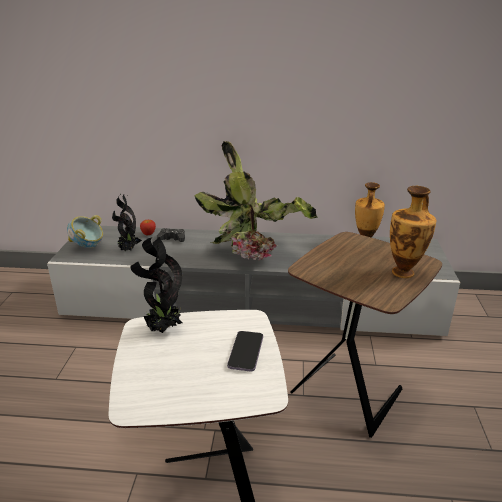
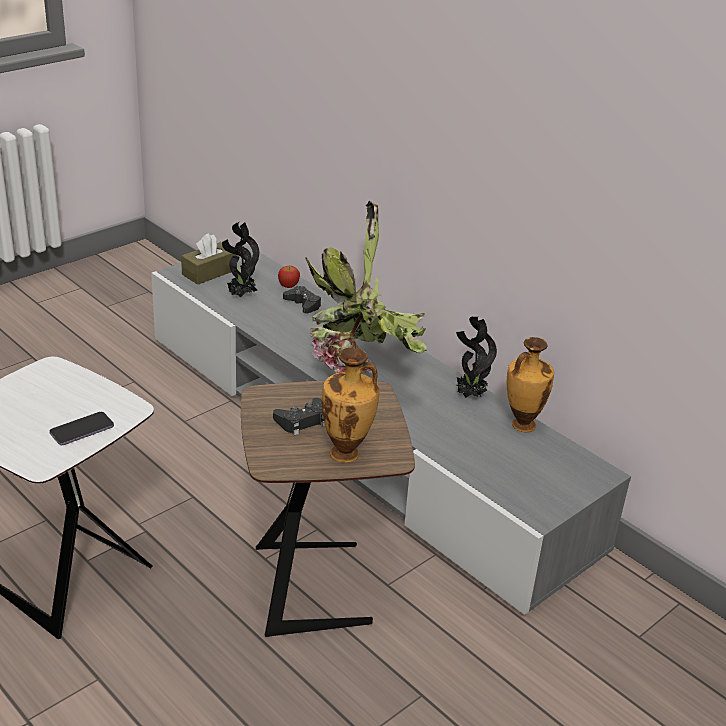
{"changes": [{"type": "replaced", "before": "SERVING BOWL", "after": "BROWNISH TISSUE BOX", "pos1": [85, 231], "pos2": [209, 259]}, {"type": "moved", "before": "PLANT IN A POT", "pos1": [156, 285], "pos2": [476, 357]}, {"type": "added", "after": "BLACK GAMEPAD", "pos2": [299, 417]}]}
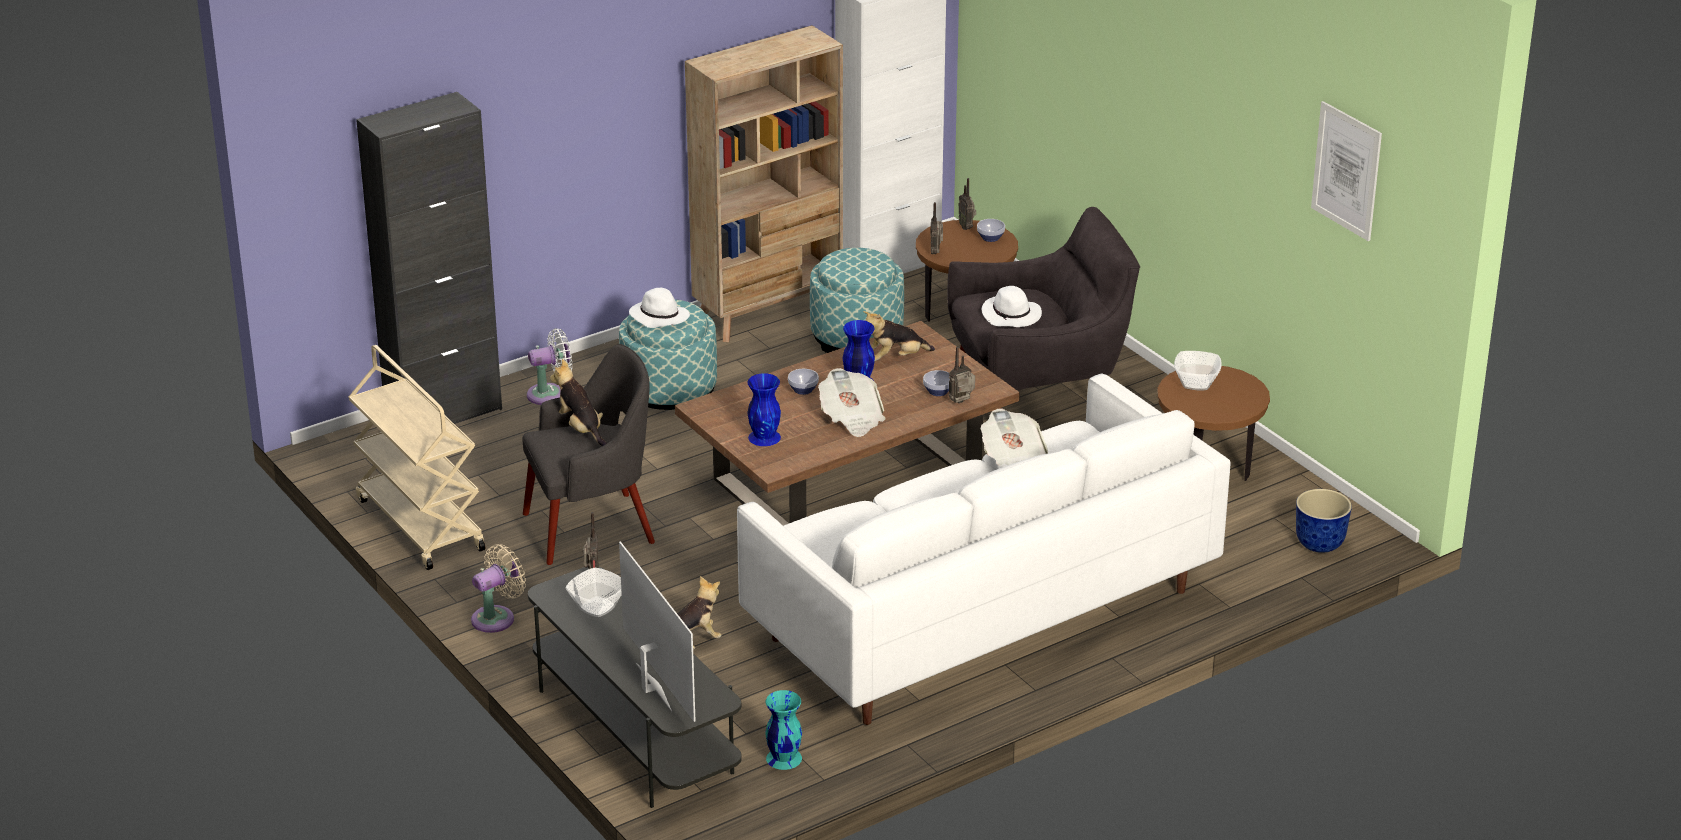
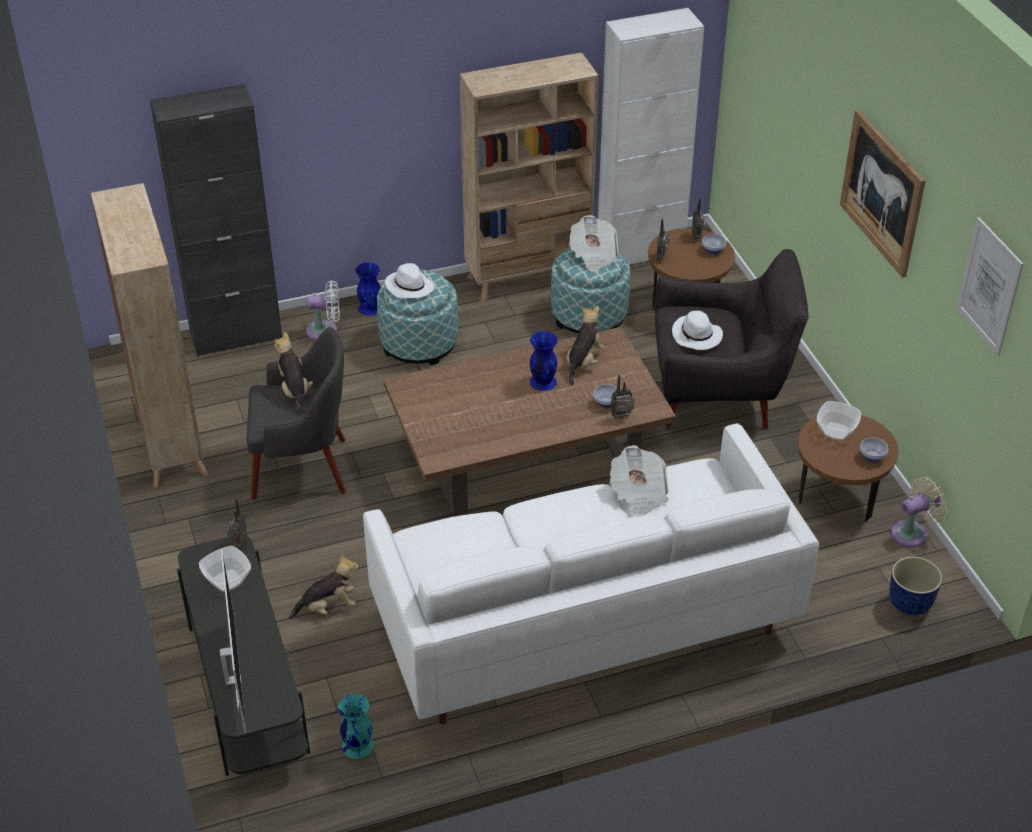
{"changes": [{"type": "turned", "before": "PLUSH TOY", "pos1": [899, 336], "pos2": [585, 346], "turn": 120}, {"type": "replaced", "before": "SAND-COLOURED CART", "after": "SAND-COLOURED SHELVING UNIT", "pos1": [417, 457], "pos2": [149, 335]}, {"type": "moved", "before": "DAILY PAPER", "pos1": [851, 402], "pos2": [593, 243]}, {"type": "moved", "before": "SERVING BOWL", "pos1": [803, 382], "pos2": [874, 450]}, {"type": "moved", "before": "BLUE-COLOURED DECORATIVE VASE", "pos1": [764, 409], "pos2": [368, 289]}, {"type": "moved", "before": "SAND-COLOURED ELECTRIC FAN", "pos1": [498, 588], "pos2": [919, 512]}, {"type": "added", "after": "WALL PICTURE", "pos2": [882, 194]}]}
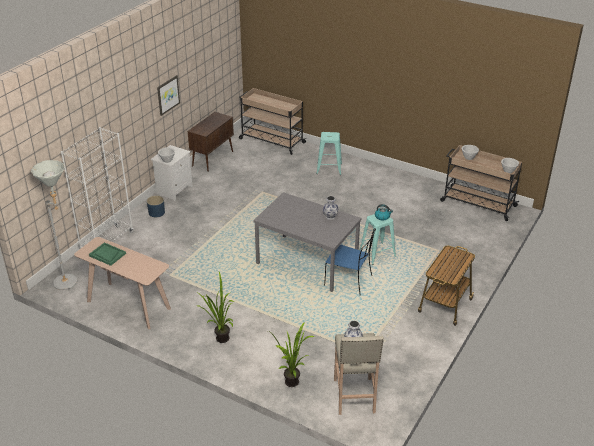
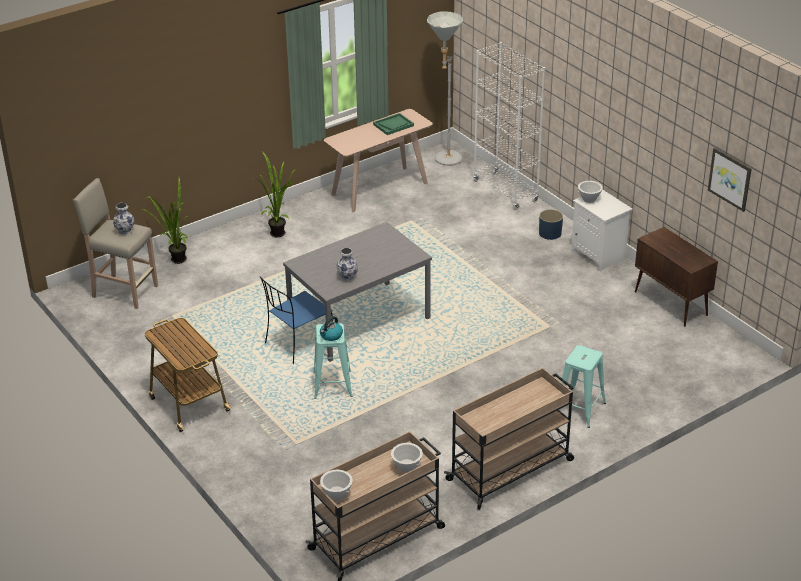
{"changes": [{"type": "moved", "before": "WALL PICTURE", "pos1": [168, 95], "pos2": [730, 180]}, {"type": "moved", "before": "SAND-COLOURED CART", "pos1": [273, 121], "pos2": [509, 439]}]}
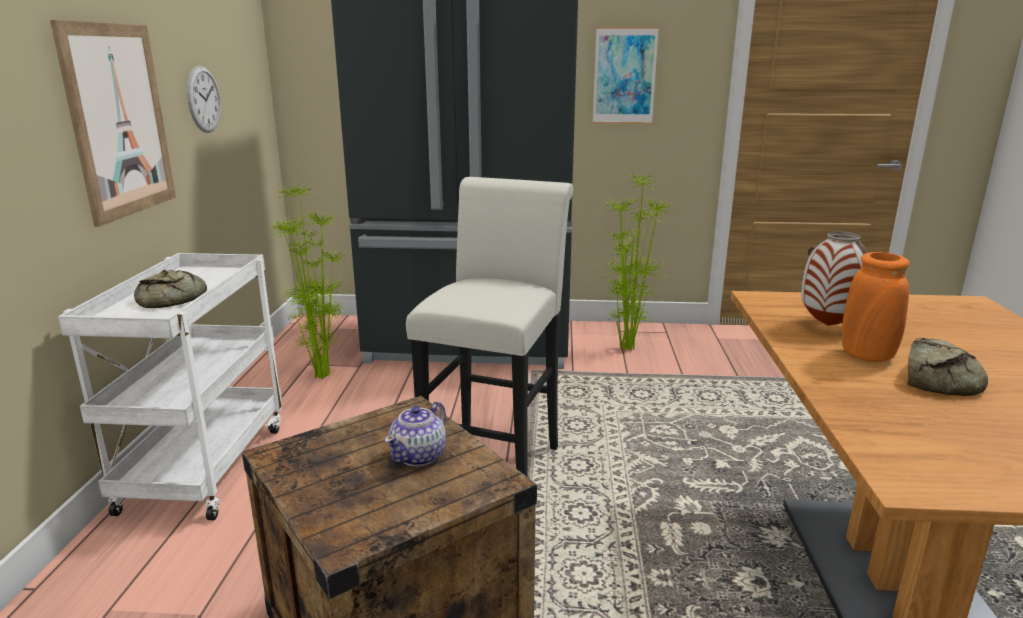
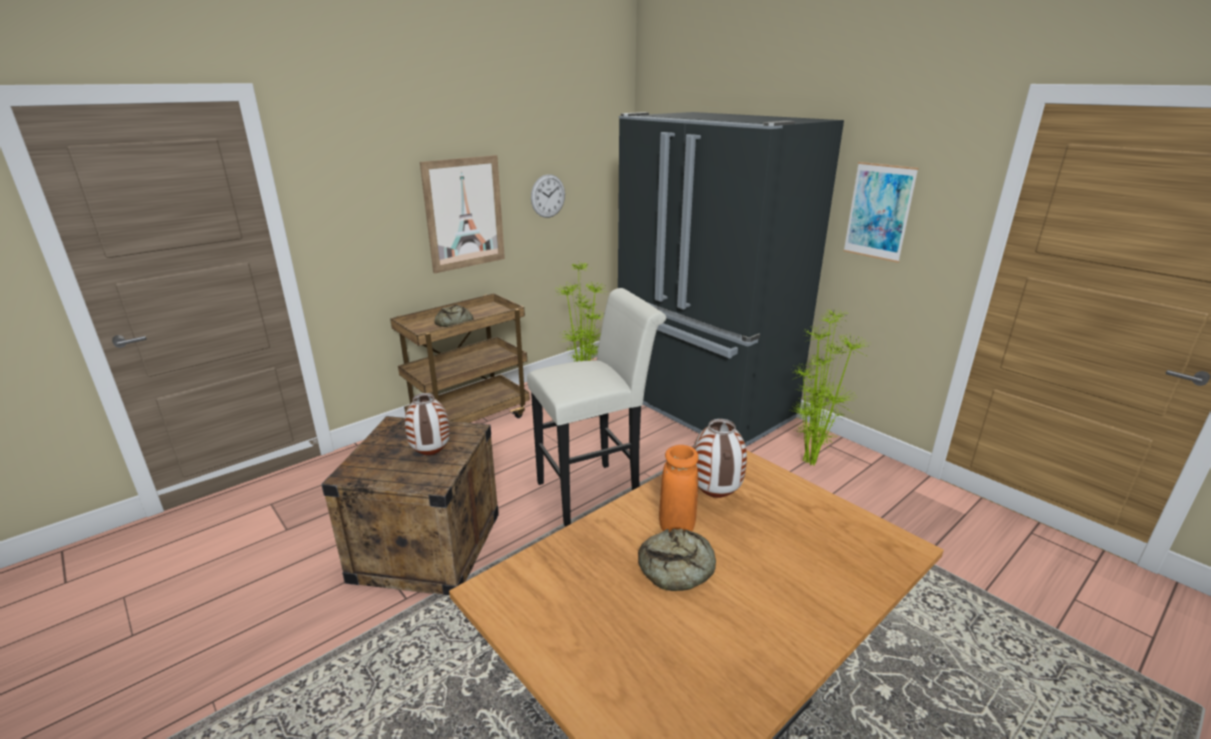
{"changes": [{"type": "recoloured", "before": "WHITE-COLOURED CART", "after": "BROWNISH CART", "pos1": [170, 386], "pos2": [460, 358]}, {"type": "replaced", "before": "POT FOR TEA", "after": "DECORATIVE VASE", "pos1": [415, 433], "pos2": [427, 424]}]}
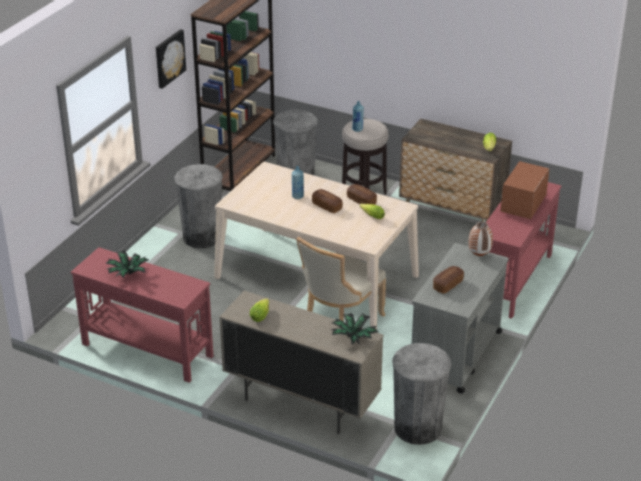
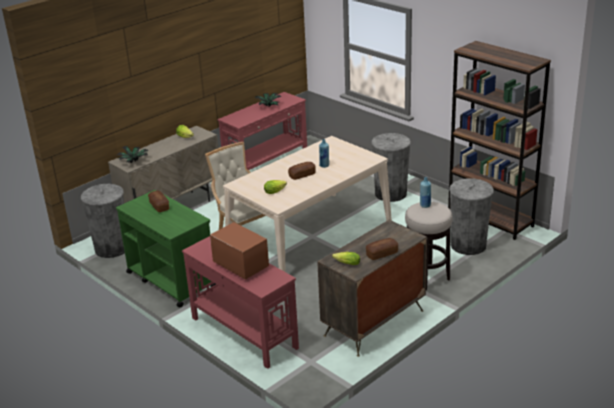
{"changes": [{"type": "removed", "before": "WALL PICTURE", "pos1": [171, 59]}, {"type": "moved", "before": "BAKERY BREAD", "pos1": [362, 194], "pos2": [382, 249]}, {"type": "removed", "before": "DECORATIVE VASE", "pos1": [480, 239]}, {"type": "recoloured", "before": "GREY CART", "after": "GREEN CART", "pos1": [460, 318], "pos2": [166, 248]}]}
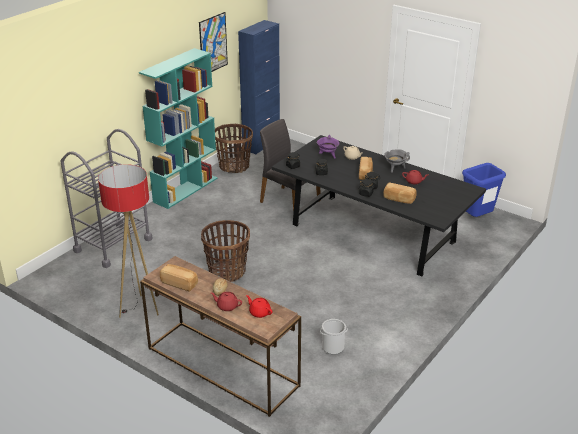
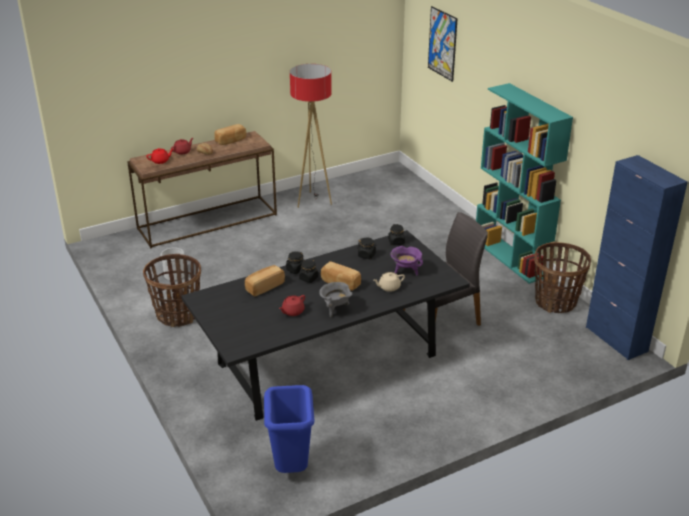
{"changes": [{"type": "moved", "before": "WALL PICTURE", "pos1": [213, 42], "pos2": [443, 44]}, {"type": "removed", "before": "GREY CART", "pos1": [107, 198]}, {"type": "moved", "before": "BASKET", "pos1": [225, 251], "pos2": [172, 290]}]}
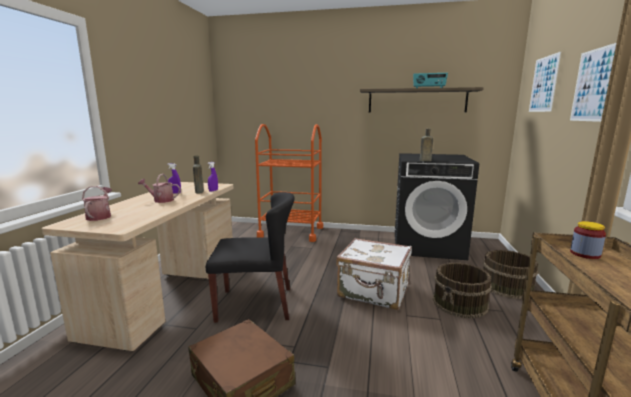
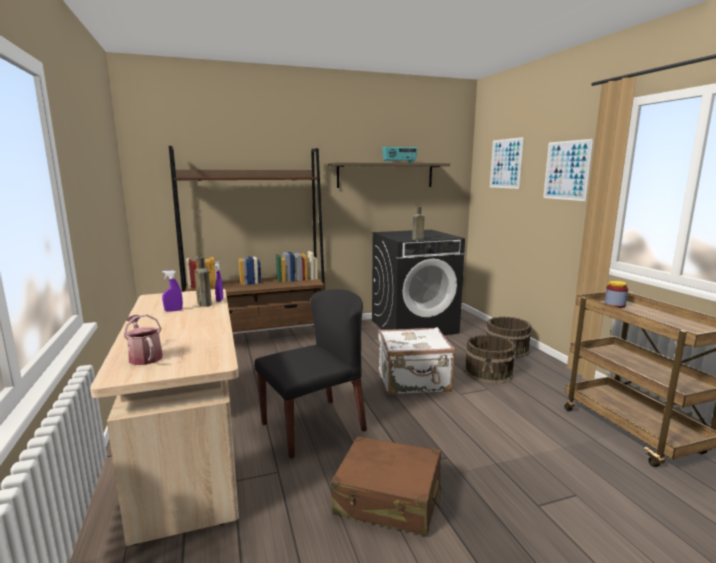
{"changes": [{"type": "replaced", "before": "ORANGE CART", "after": "BROWNISH SHELVING UNIT", "pos1": [289, 183], "pos2": [247, 239]}, {"type": "removed", "before": "SPRINKLING CAN", "pos1": [159, 188]}]}
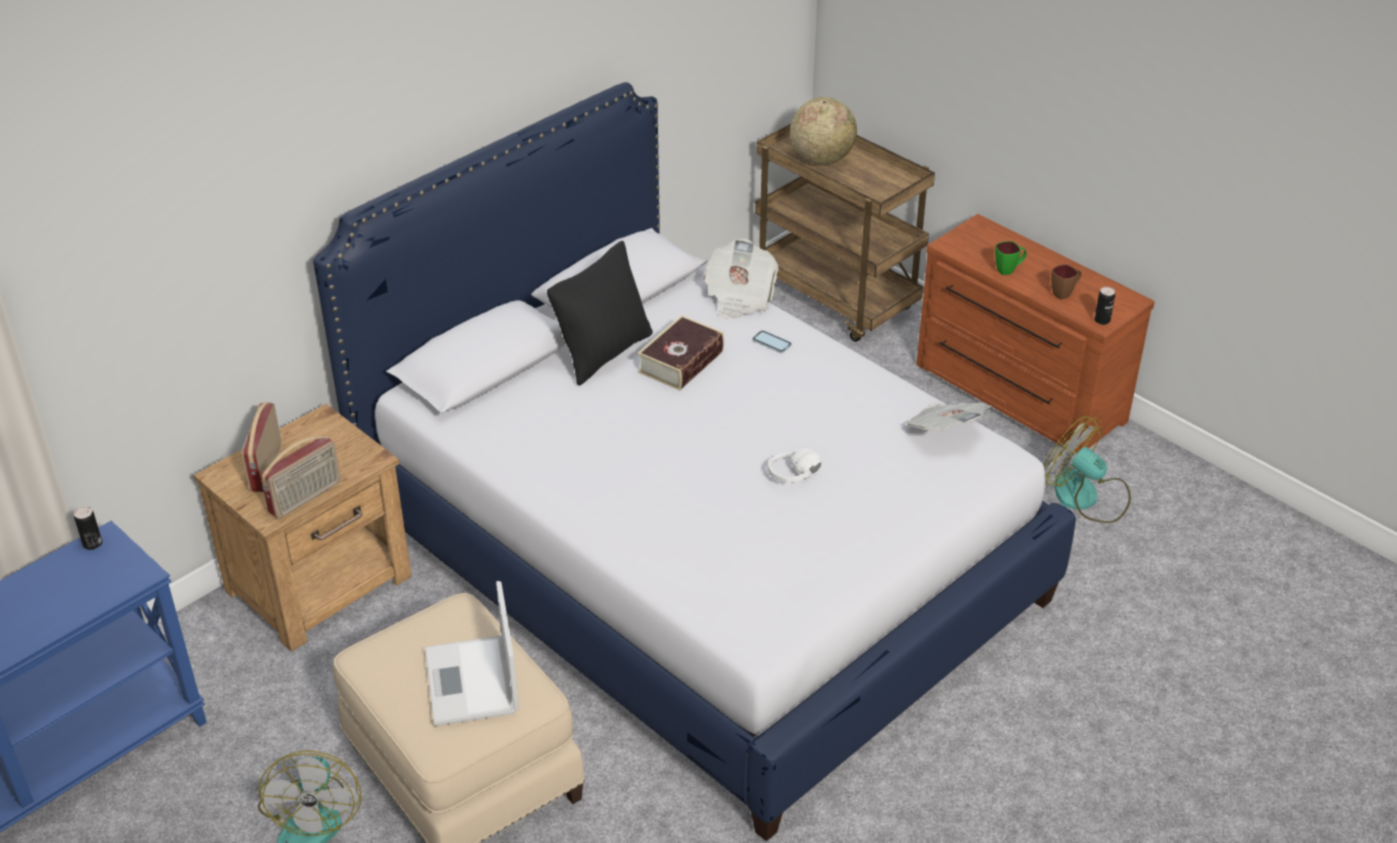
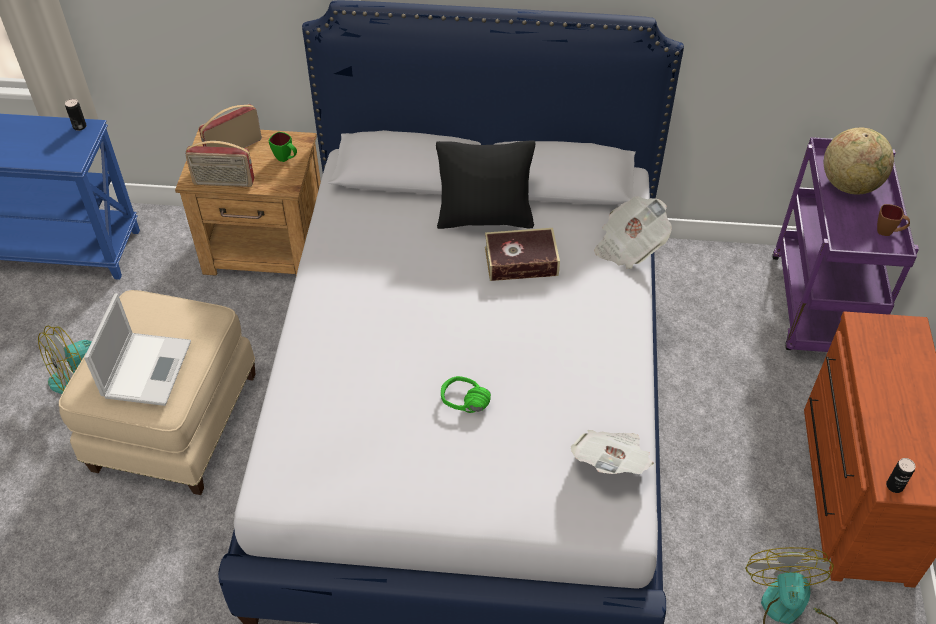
{"changes": [{"type": "recoloured", "before": "BROWNISH CART", "after": "PURPLE-COLOURED CART", "pos1": [845, 232], "pos2": [846, 244]}, {"type": "moved", "before": "GREEN TEA MUG", "pos1": [1011, 258], "pos2": [283, 147]}, {"type": "moved", "before": "BROWNISH TEA MUG", "pos1": [1066, 281], "pos2": [893, 220]}, {"type": "removed", "before": "TELEPHONE", "pos1": [772, 342]}, {"type": "recoloured", "before": "WHITE-COLOURED HEADSET", "after": "GREEN HEADSET", "pos1": [794, 465], "pos2": [466, 394]}, {"type": "turned", "before": "NOTEBOOK COMPUTER", "pos1": [472, 653], "pos2": [137, 349], "turn": 150}]}
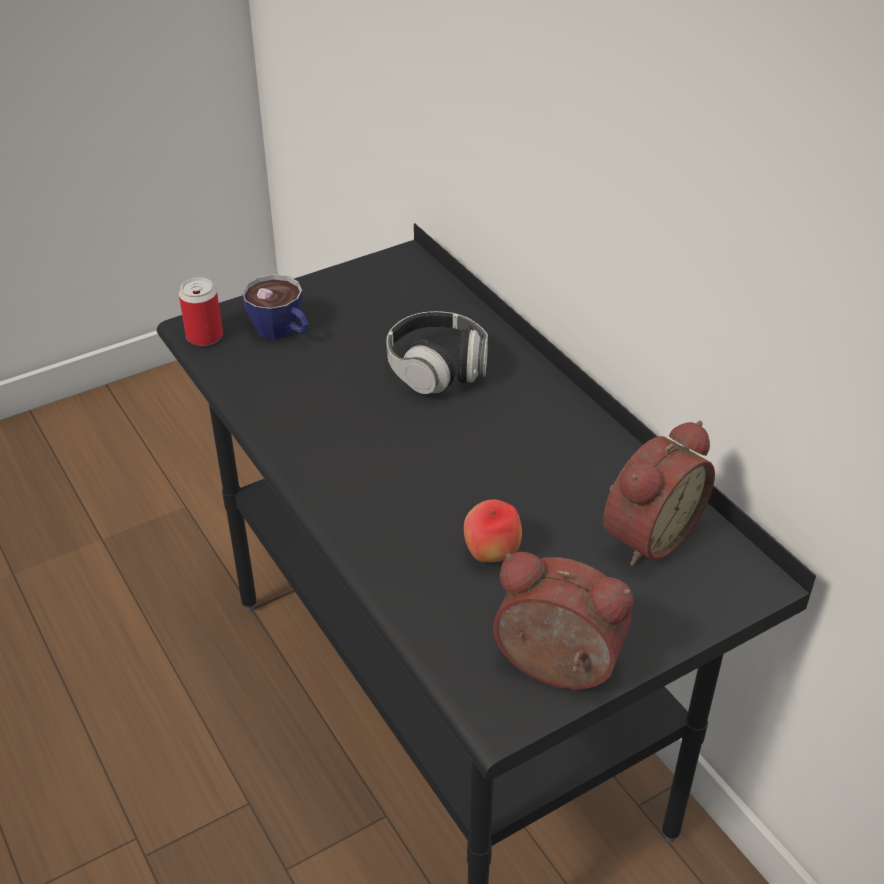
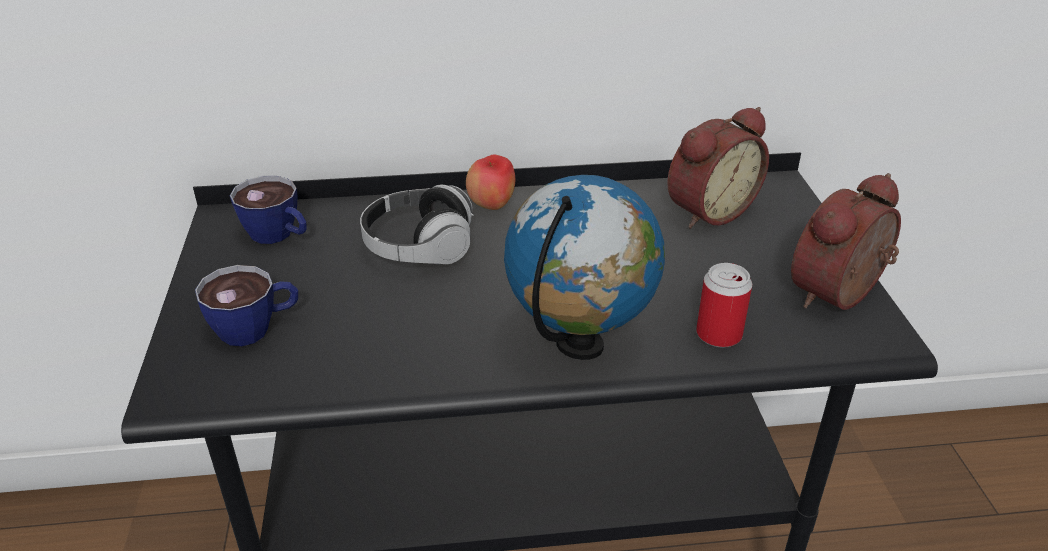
{"changes": [{"type": "moved", "before": "METAL CAN", "pos1": [201, 311], "pos2": [724, 305]}, {"type": "turned", "before": "TABLE CLOCK", "pos1": [659, 493], "pos2": [718, 168], "turn": 75}, {"type": "moved", "before": "APPLE", "pos1": [493, 531], "pos2": [490, 182]}, {"type": "added", "after": "DESK GLOBE", "pos2": [584, 267]}, {"type": "added", "after": "CUP", "pos2": [268, 210]}]}
